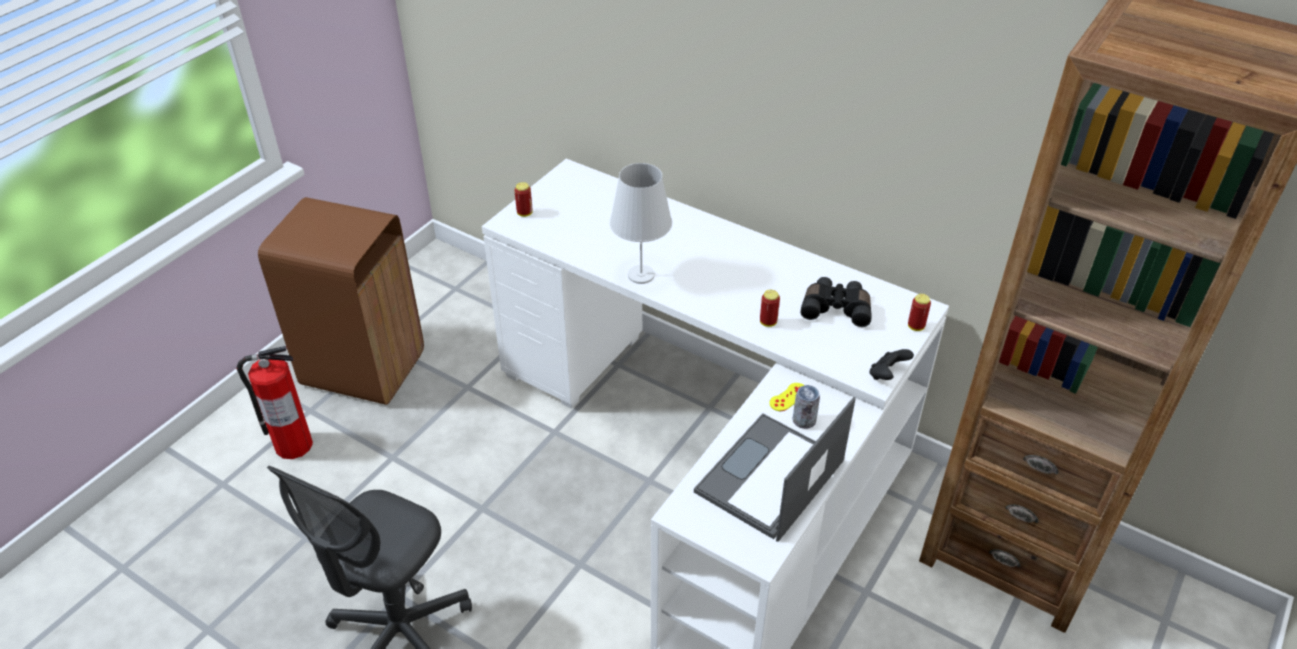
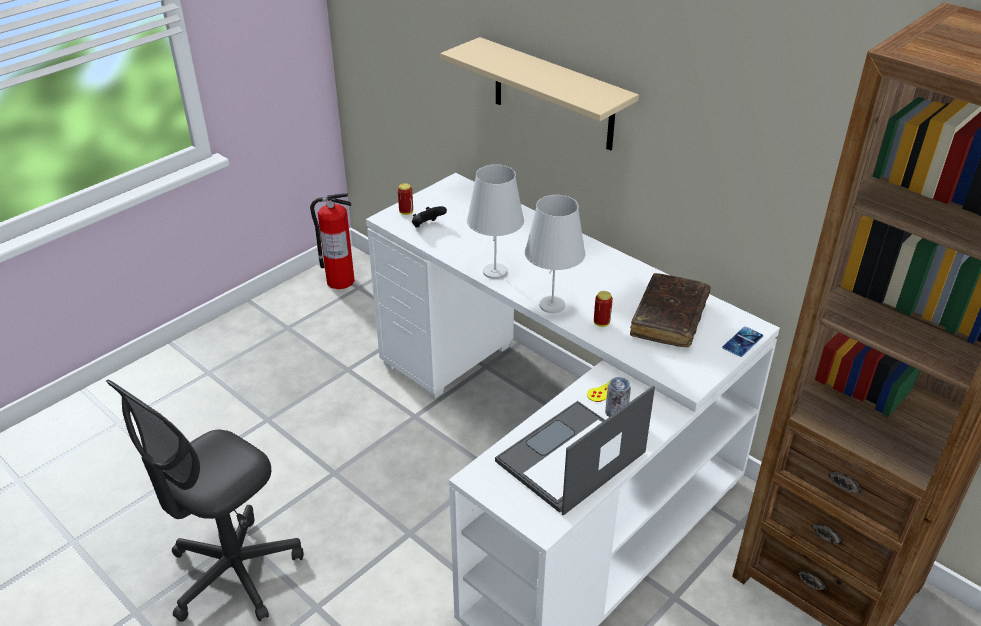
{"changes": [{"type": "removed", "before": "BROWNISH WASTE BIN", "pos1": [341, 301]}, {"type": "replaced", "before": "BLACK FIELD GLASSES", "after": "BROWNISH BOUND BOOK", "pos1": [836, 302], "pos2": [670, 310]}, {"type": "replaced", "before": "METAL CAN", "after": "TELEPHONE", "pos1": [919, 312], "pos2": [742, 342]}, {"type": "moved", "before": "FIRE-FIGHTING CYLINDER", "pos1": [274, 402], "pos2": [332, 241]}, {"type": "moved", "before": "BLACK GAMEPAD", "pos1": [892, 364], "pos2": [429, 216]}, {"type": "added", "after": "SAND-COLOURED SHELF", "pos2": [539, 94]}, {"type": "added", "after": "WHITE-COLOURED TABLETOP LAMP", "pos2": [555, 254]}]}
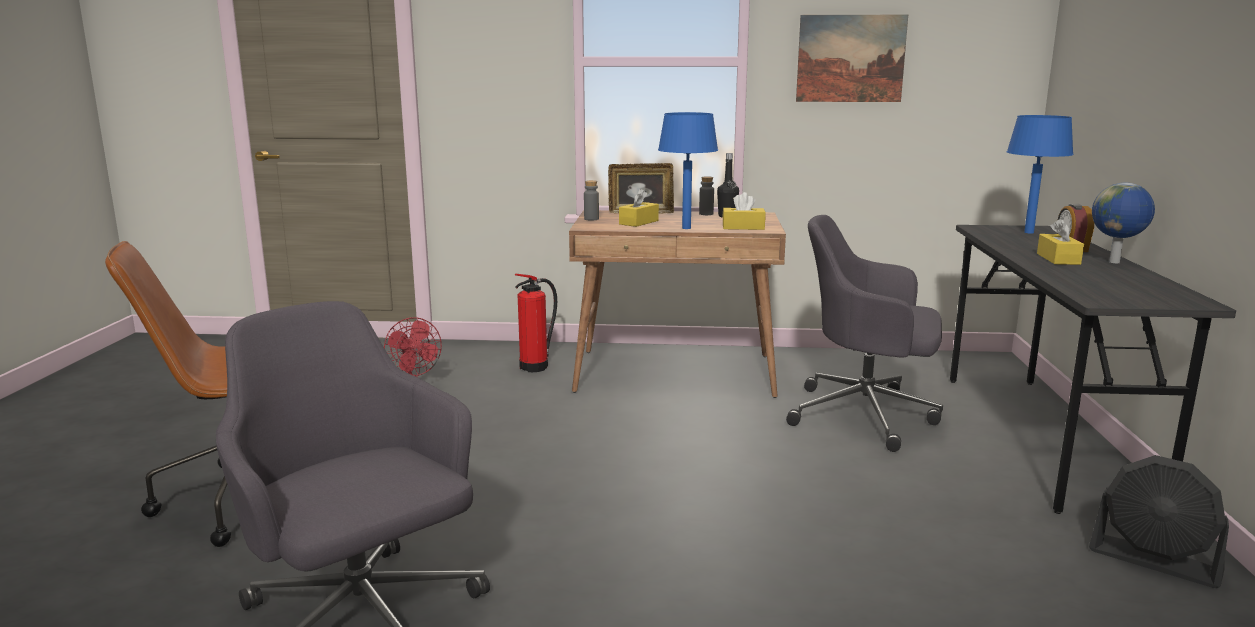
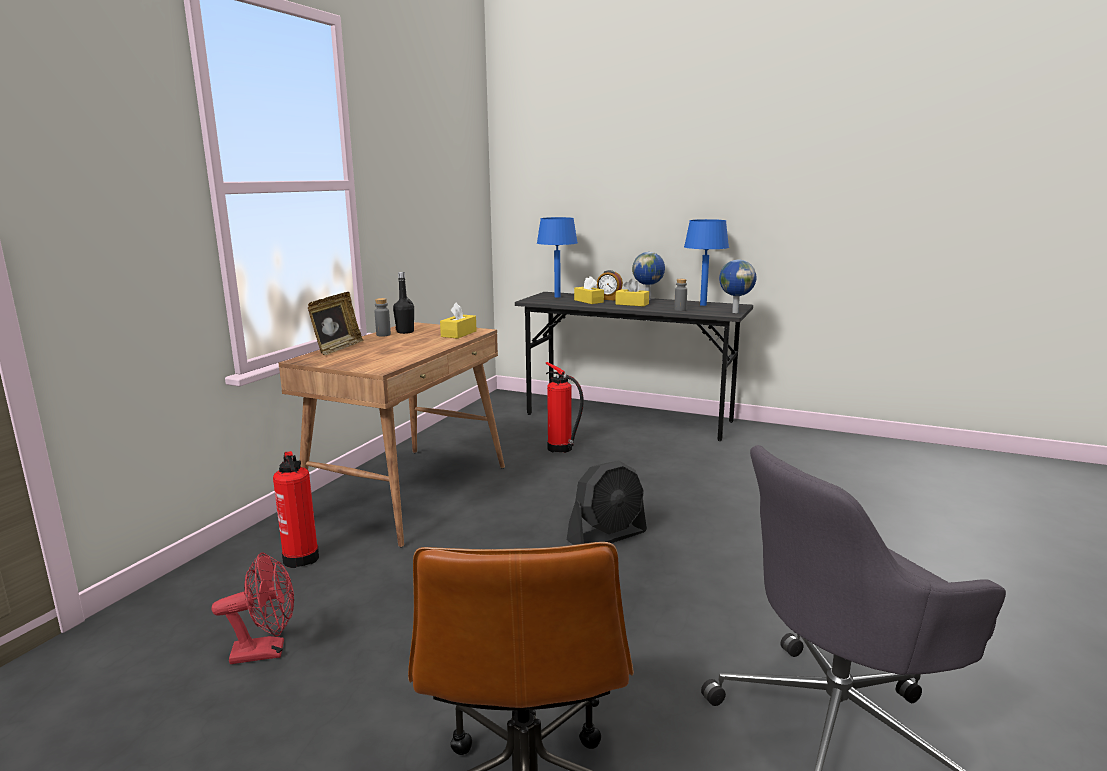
{"changes": [{"type": "removed", "before": "WALL PICTURE", "pos1": [852, 58]}, {"type": "moved", "before": "BLUE-COLOURED TABLETOP LAMP", "pos1": [688, 170], "pos2": [706, 262]}, {"type": "moved", "before": "GREY BEVERAGE BOTTLE", "pos1": [591, 200], "pos2": [680, 295]}, {"type": "moved", "before": "YELLOW TISSUE BOX", "pos1": [639, 208], "pos2": [589, 290]}, {"type": "replaced", "before": "GREY OFFICE CHAIR", "after": "FIRE-FIGHTING CYLINDER", "pos1": [864, 333], "pos2": [565, 407]}, {"type": "moved", "before": "BLACK ELECTRIC FAN", "pos1": [1159, 521], "pos2": [607, 503]}, {"type": "added", "after": "DESK GLOBE", "pos2": [737, 286]}]}
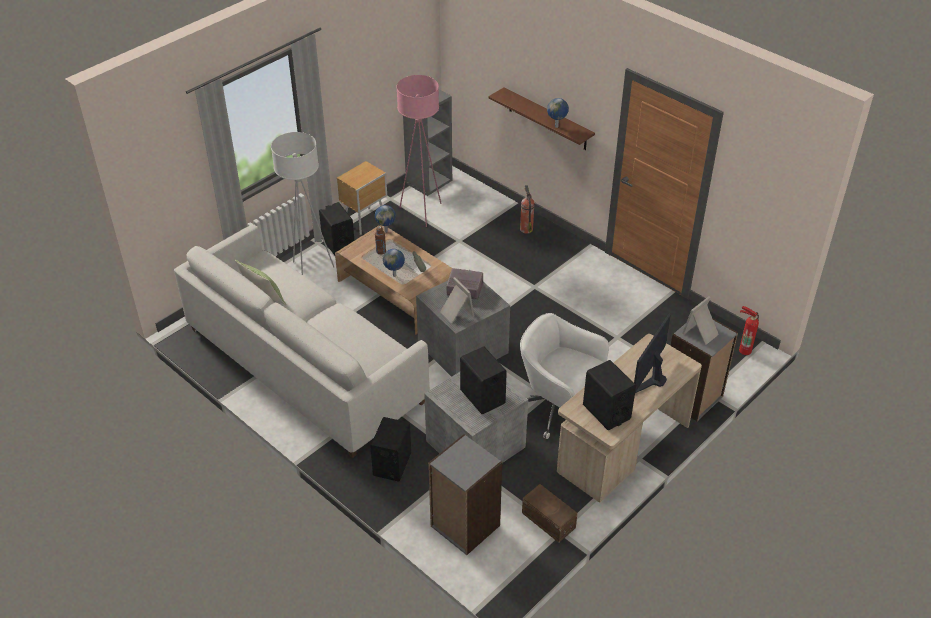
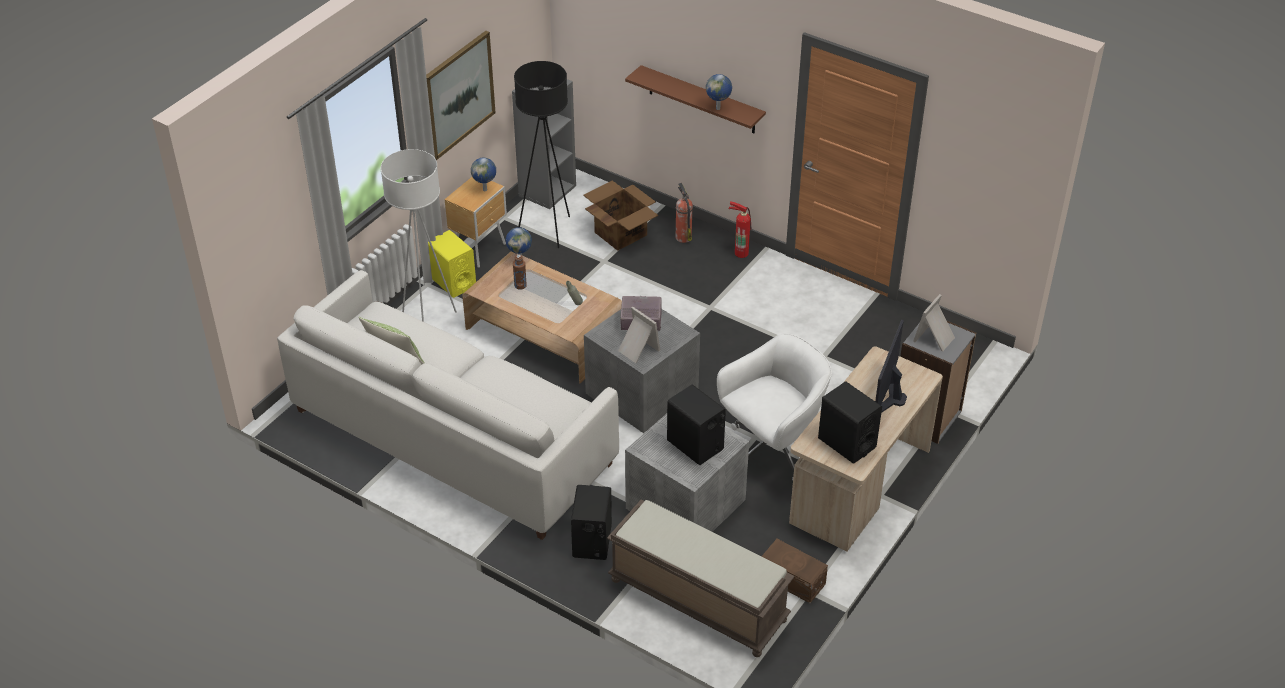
{"changes": [{"type": "recoloured", "before": "PINK STANDING LAMP", "after": "BLACK STANDING LAMP", "pos1": [419, 151], "pos2": [542, 154]}, {"type": "recoloured", "before": "BLACK SPEAKER", "after": "YELLOW SPEAKER", "pos1": [336, 229], "pos2": [452, 264]}, {"type": "moved", "before": "DESK GLOBE", "pos1": [394, 263], "pos2": [483, 174]}, {"type": "moved", "before": "FIRE-FIGHTING CYLINDER", "pos1": [749, 330], "pos2": [739, 229]}, {"type": "turned", "before": "WHITE-COLOURED OFFICE CHAIR", "pos1": [564, 376], "pos2": [774, 406], "turn": 120}, {"type": "replaced", "before": "GREY SHELVING UNIT", "after": "BROWNISH INDOOR BENCH", "pos1": [465, 494], "pos2": [701, 578]}, {"type": "added", "after": "WALL PICTURE", "pos2": [461, 95]}, {"type": "added", "after": "PACKING BOX", "pos2": [620, 215]}]}
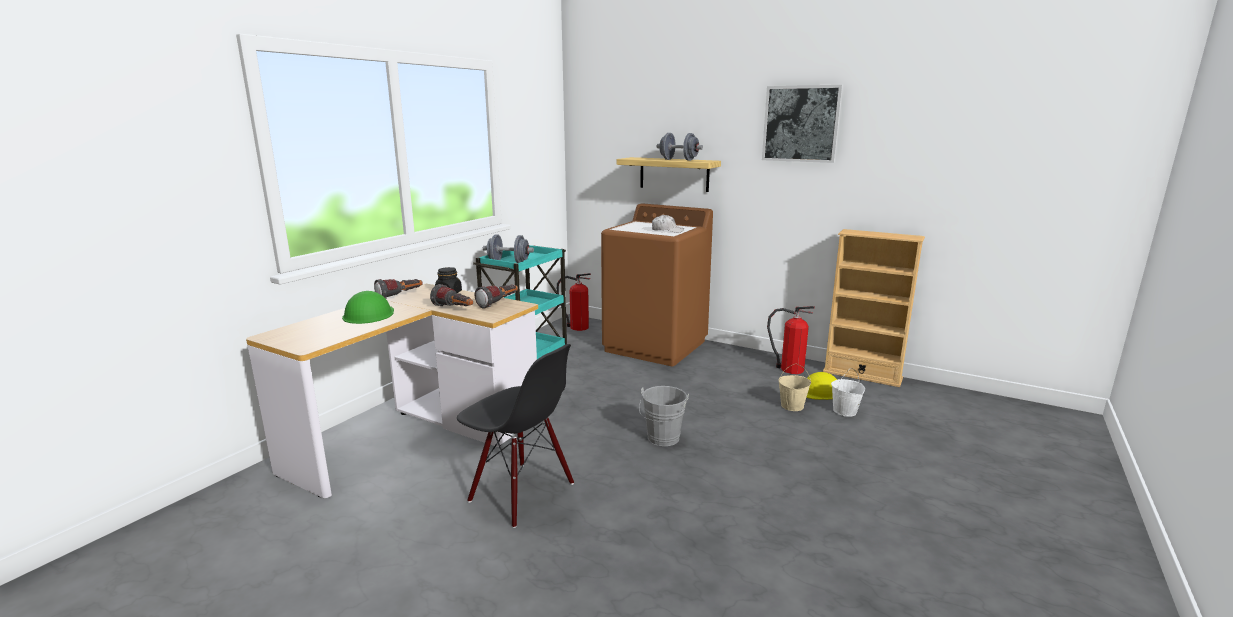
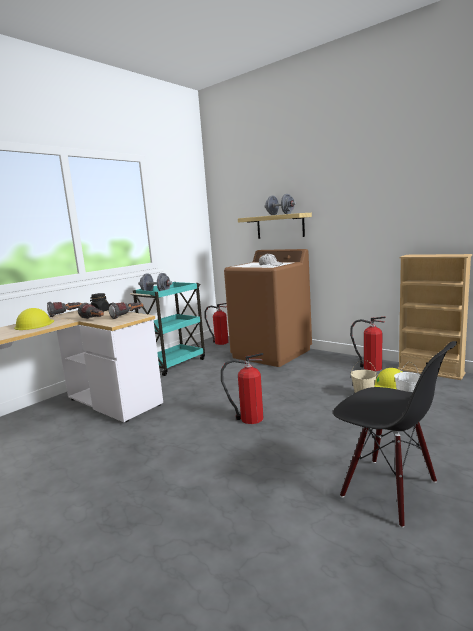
{"changes": [{"type": "removed", "before": "WALL PICTURE", "pos1": [802, 124]}, {"type": "recoloured", "before": "GREEN SAFETY HELMET", "after": "YELLOW SAFETY HELMET", "pos1": [368, 307], "pos2": [34, 319]}, {"type": "moved", "before": "BLACK UPRIGHT CHAIR", "pos1": [515, 436], "pos2": [395, 434]}, {"type": "replaced", "before": "GREY PAIL", "after": "FIRE-FIGHTING CYLINDER", "pos1": [664, 416], "pos2": [242, 388]}]}
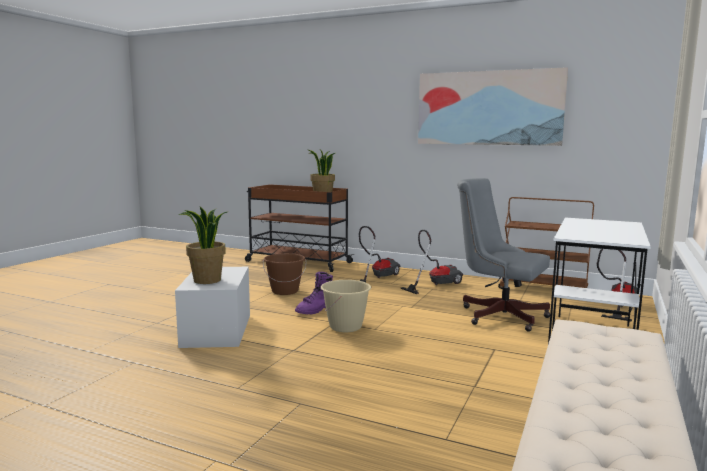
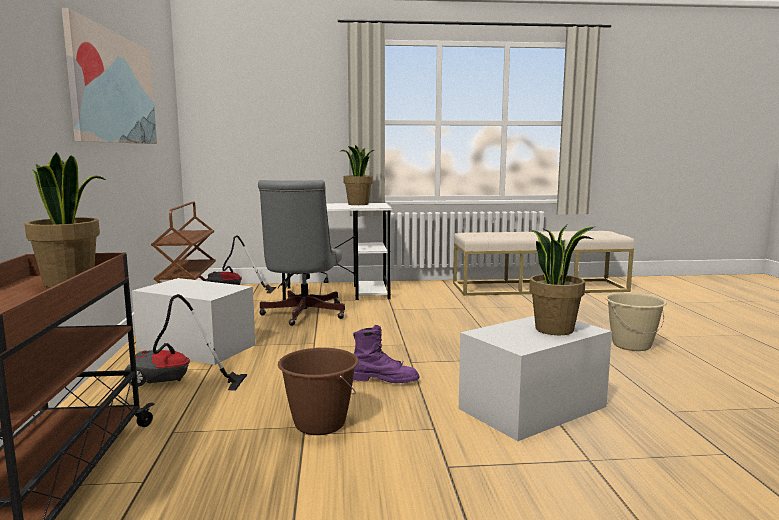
{"changes": [{"type": "replaced", "before": "VACUUM", "after": "WHITE-COLOURED STORAGE BIN", "pos1": [431, 262], "pos2": [193, 321]}, {"type": "moved", "before": "SAND-COLOURED PAIL", "pos1": [346, 306], "pos2": [636, 322]}, {"type": "added", "after": "PLANT IN A POT", "pos2": [357, 175]}]}
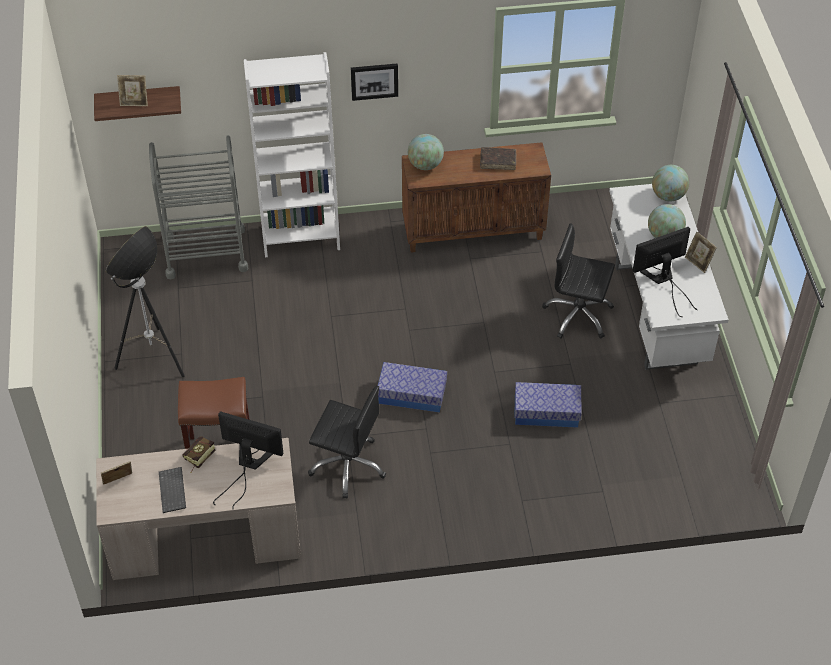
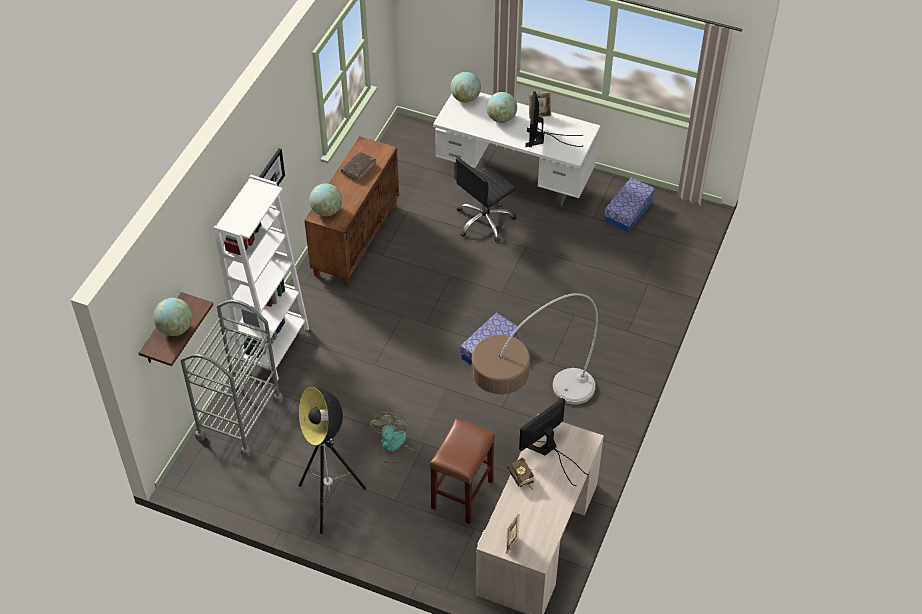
{"changes": [{"type": "replaced", "before": "PICTURE FRAME", "after": "DESK GLOBE", "pos1": [132, 90], "pos2": [172, 317]}, {"type": "moved", "before": "STORAGE BIN", "pos1": [548, 405], "pos2": [629, 205]}, {"type": "replaced", "before": "BLACK OFFICE CHAIR", "after": "STANDING LAMP", "pos1": [347, 442], "pos2": [535, 348]}, {"type": "removed", "before": "KEYBOARD", "pos1": [172, 490]}, {"type": "added", "after": "ELECTRIC FAN", "pos2": [392, 438]}]}
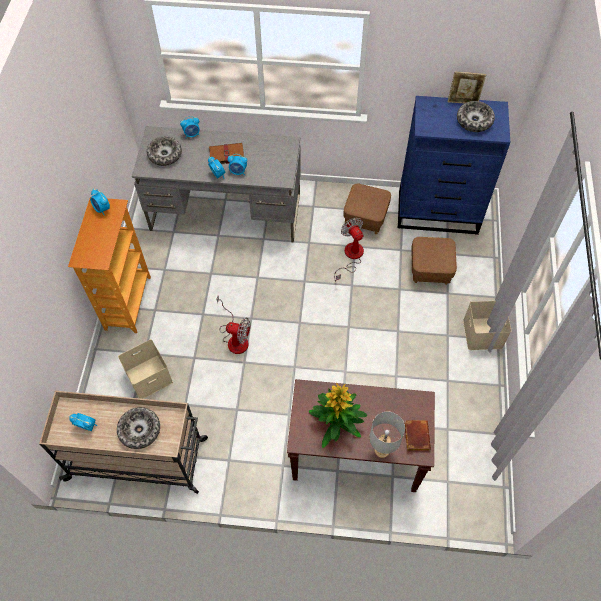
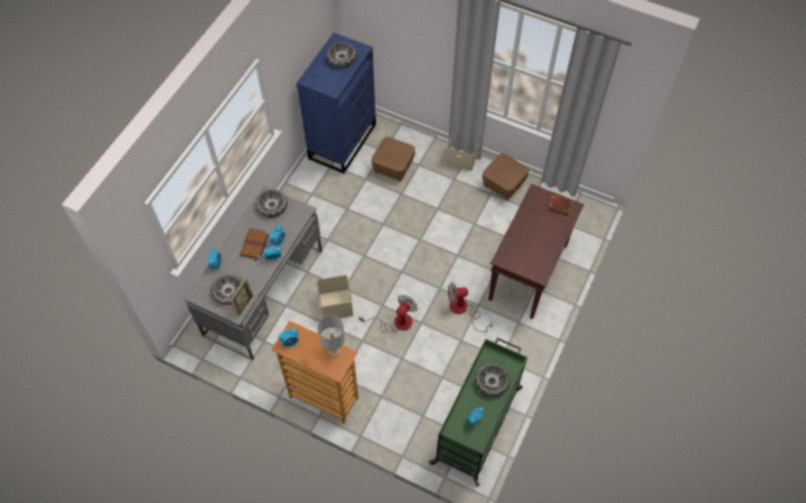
{"changes": [{"type": "moved", "before": "PICTURE FRAME", "pos1": [467, 88], "pos2": [242, 298]}, {"type": "moved", "before": "BROWNISH POUFFE", "pos1": [367, 209], "pos2": [506, 177]}, {"type": "moved", "before": "ELECTRIC FAN", "pos1": [349, 250], "pos2": [470, 307]}, {"type": "moved", "before": "SAND-COLOURED STORAGE BIN", "pos1": [145, 369], "pos2": [335, 296]}, {"type": "removed", "before": "PLANT IN A POT", "pos1": [338, 415]}, {"type": "recoloured", "before": "SAND-COLOURED CART", "after": "GREEN CART", "pos1": [123, 442], "pos2": [478, 412]}, {"type": "moved", "before": "GREY TABLETOP LAMP", "pos1": [387, 435], "pos2": [331, 336]}, {"type": "added", "after": "SERVING BOWL", "pos2": [271, 204]}]}
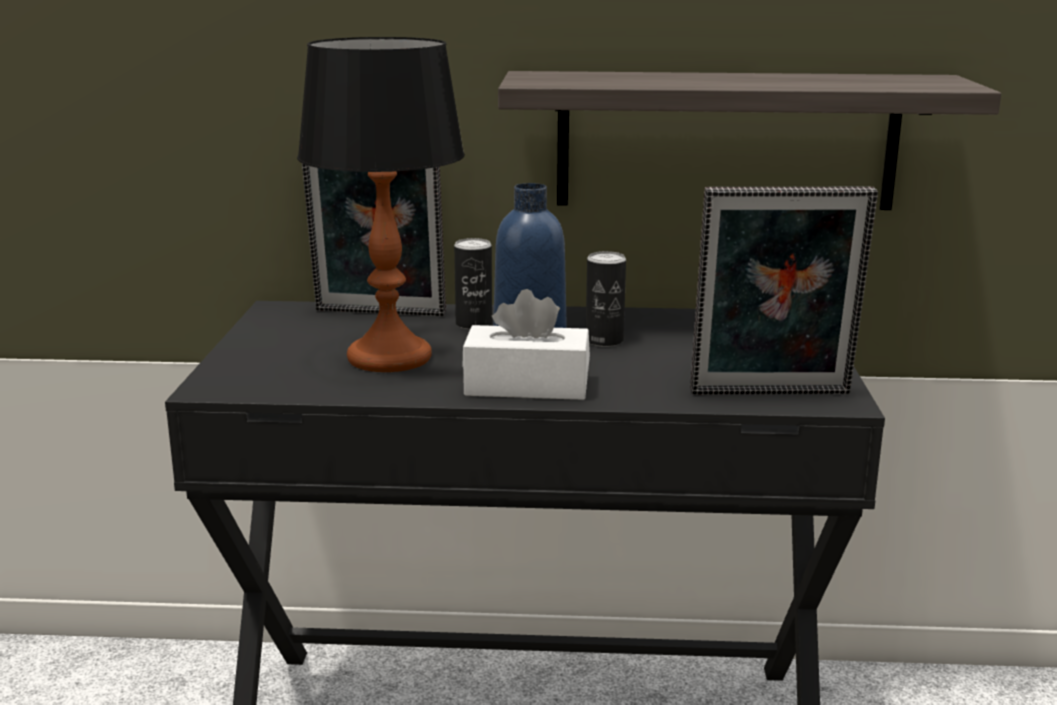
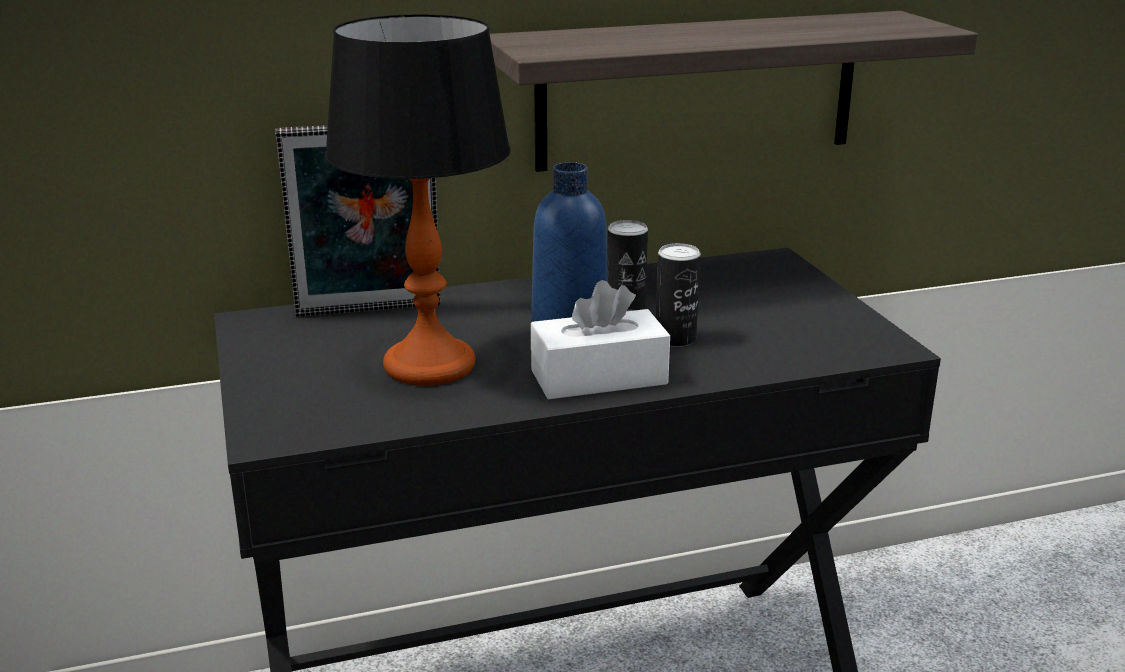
{"changes": [{"type": "removed", "before": "PICTURE FRAME", "pos1": [784, 291]}, {"type": "moved", "before": "METAL CAN", "pos1": [473, 283], "pos2": [678, 295]}]}
